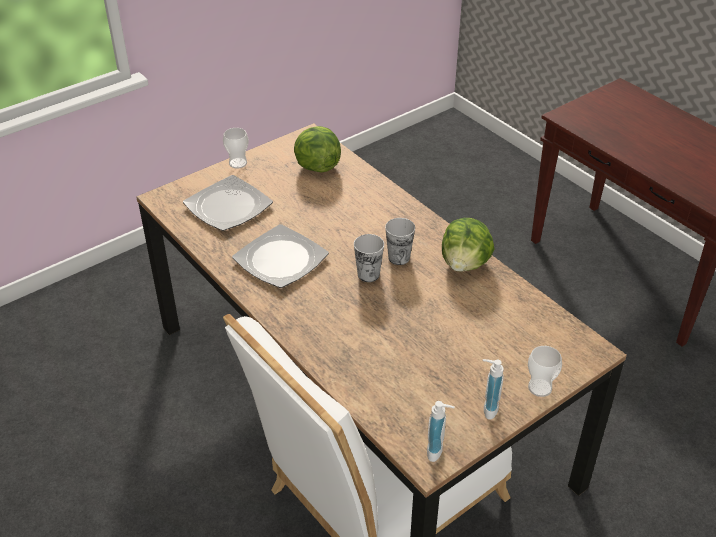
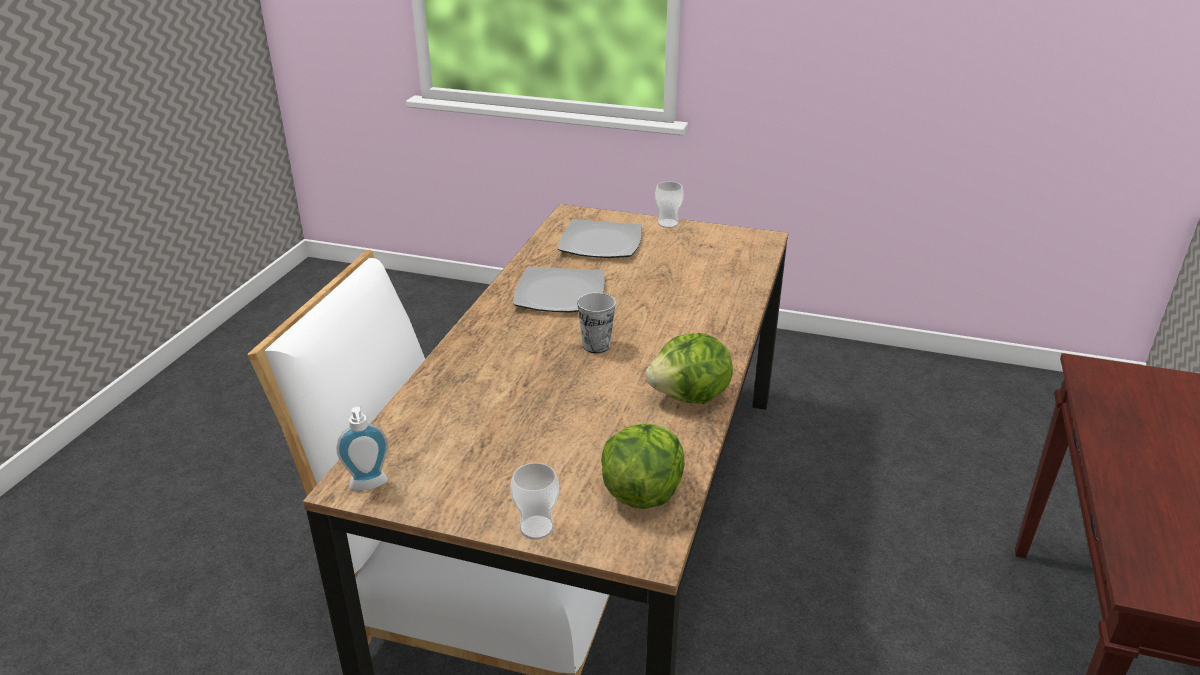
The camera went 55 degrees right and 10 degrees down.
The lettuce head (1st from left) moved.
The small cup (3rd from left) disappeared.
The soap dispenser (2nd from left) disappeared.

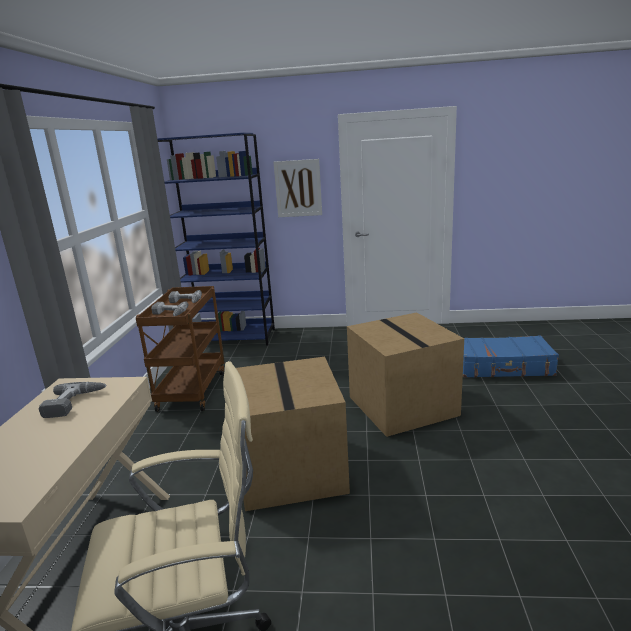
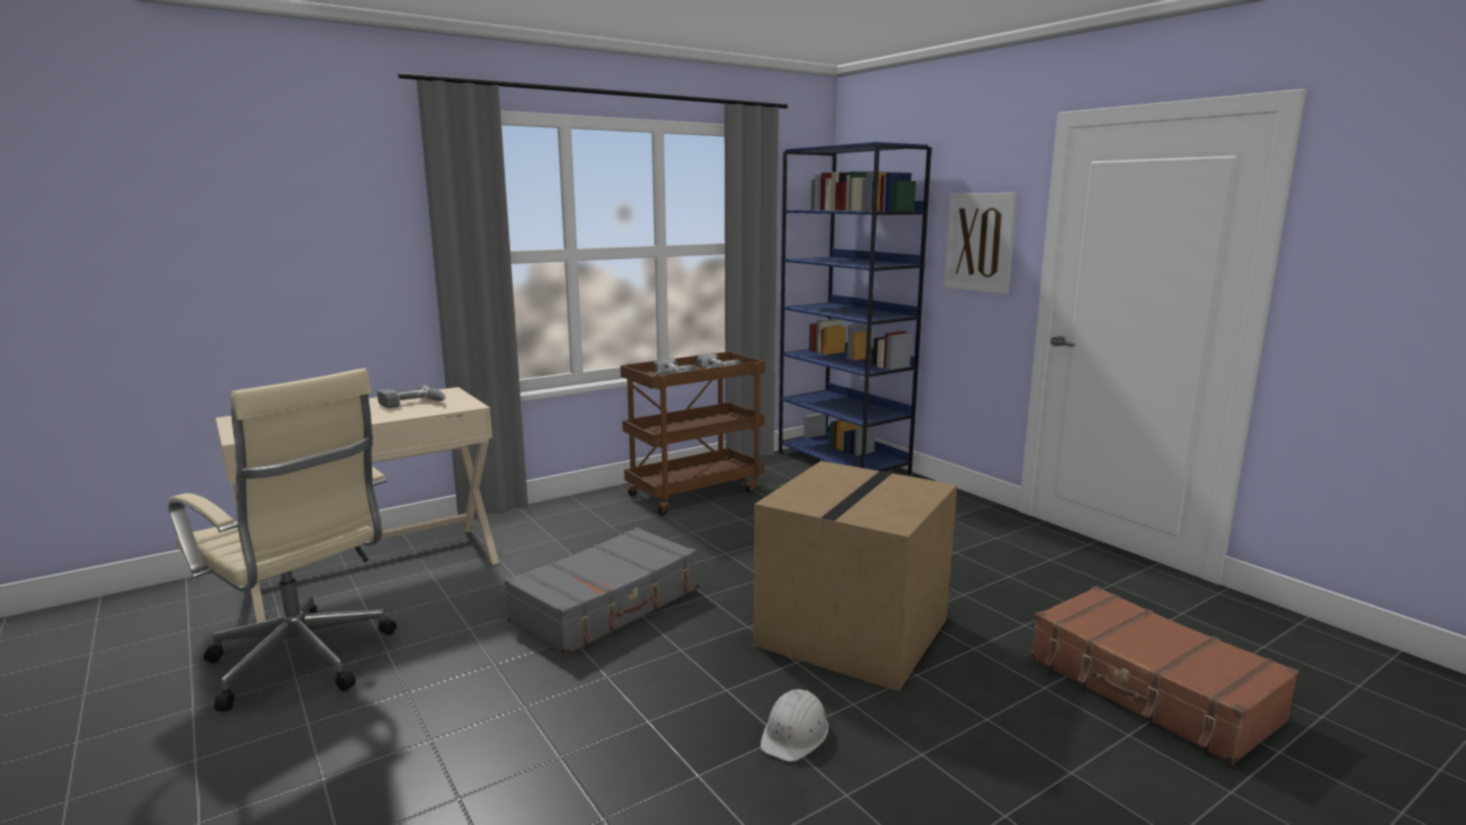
The camera went 50 degrees right and 5 degrees down.
The packing box (1st from left) was replaced by the suitcase in greyish.
The suitcase in blue became the suitcase in brown-coloured.
The safety helmet in white appeared.

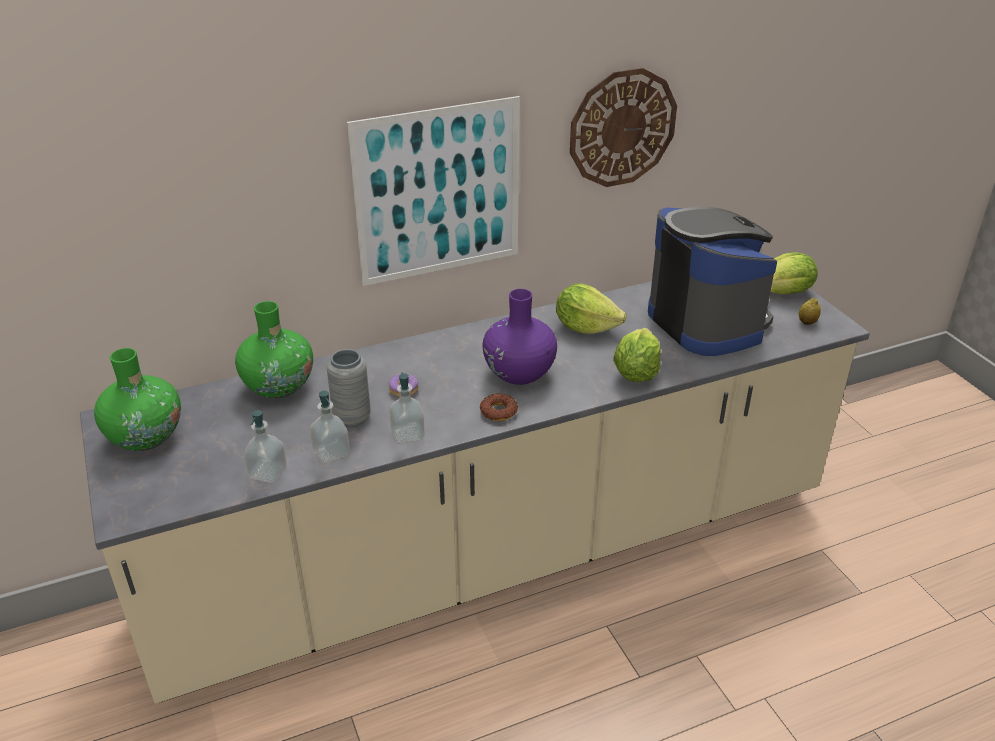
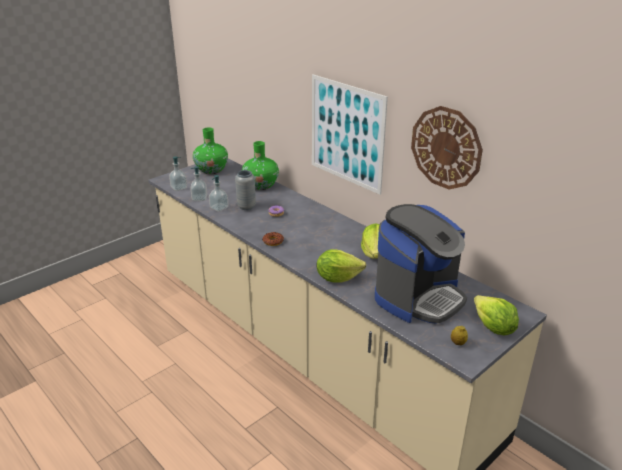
The camera went 70 degrees right and 5 degrees down.
The soap dispenser (3rd from left in the first image) moved.
The vase in purplish disappeared.

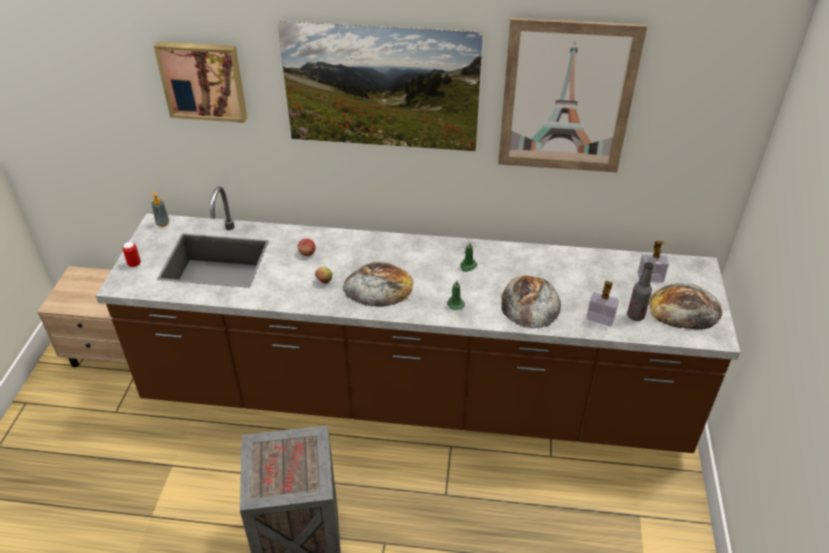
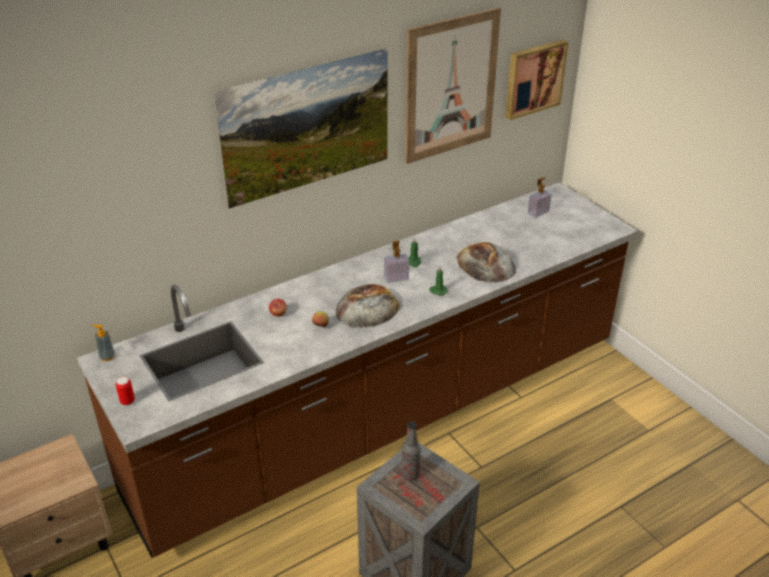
The camera went 40 degrees left and 5 degrees down.
The wall picture (1st from left in the first image) moved.
The soap dispenser (2nd from left) moved.
The bottle moved.
The bread (3rd from left) disappeared.

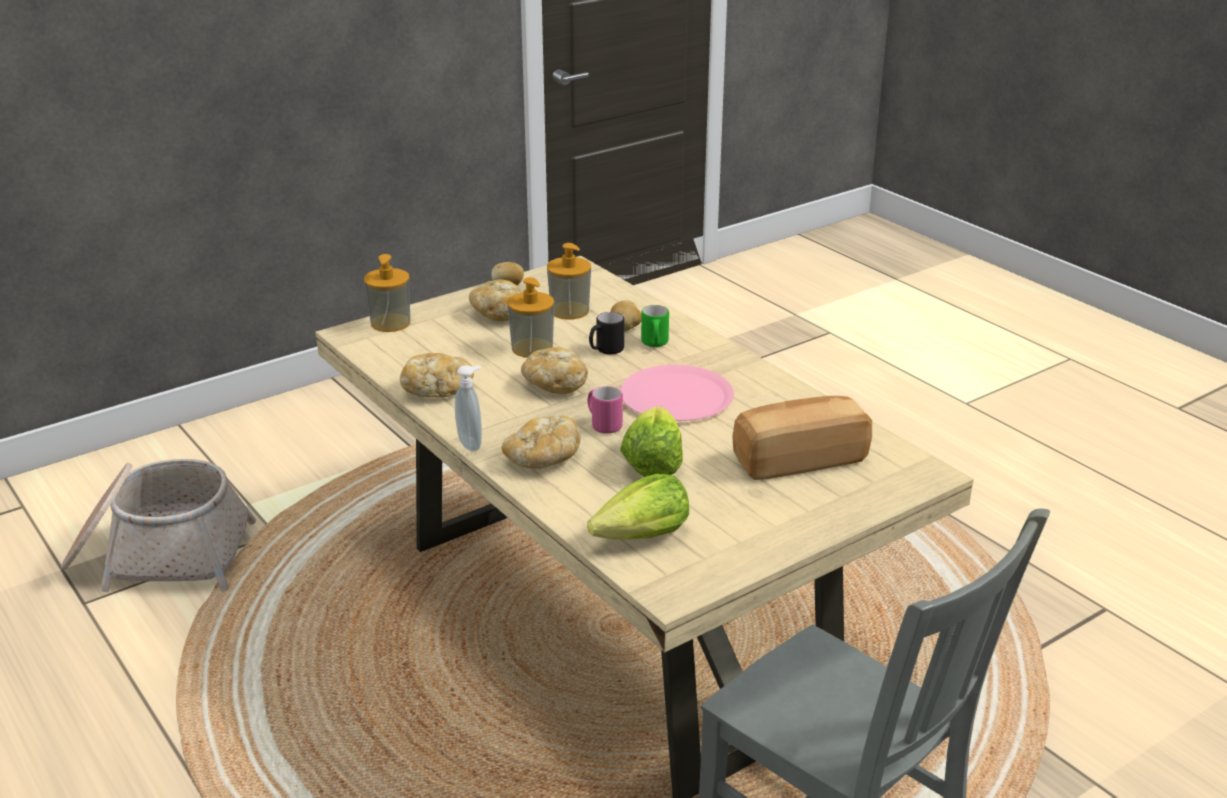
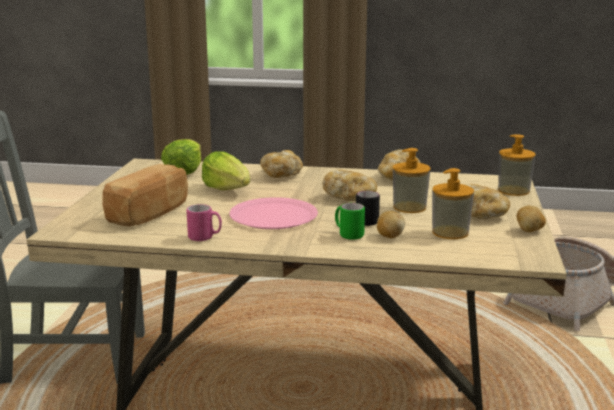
The camera went 135 degrees right and 10 degrees down.
The soap dispenser (2nd from left) disappeared.
The coffee mug in pink-coloured moved.

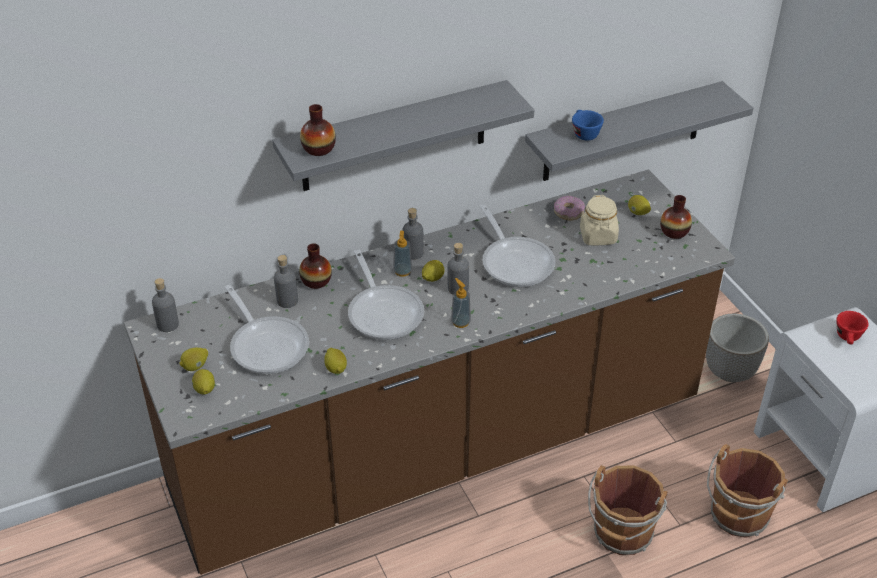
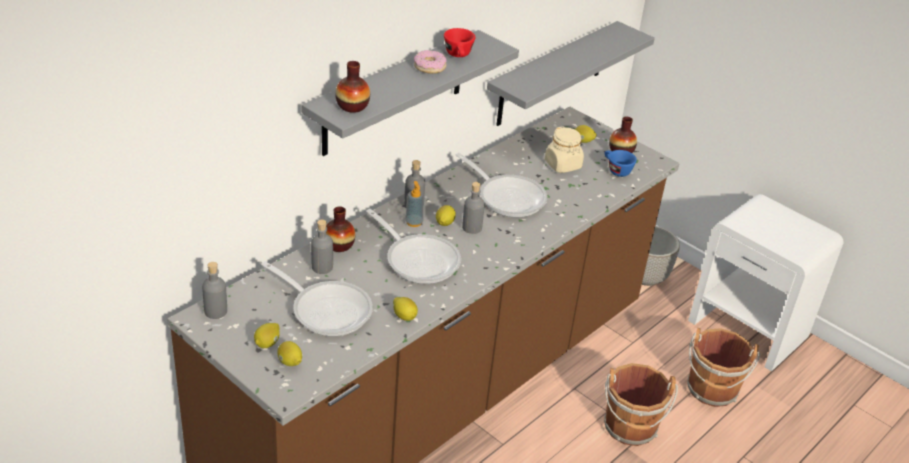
The camera went 25 degrees left and 5 degrees down.
The soap dispenser (2nd from left) disappeared.
The ring doughnut moved.
The small cup in blue moved.
The small cup in red-coloured moved.

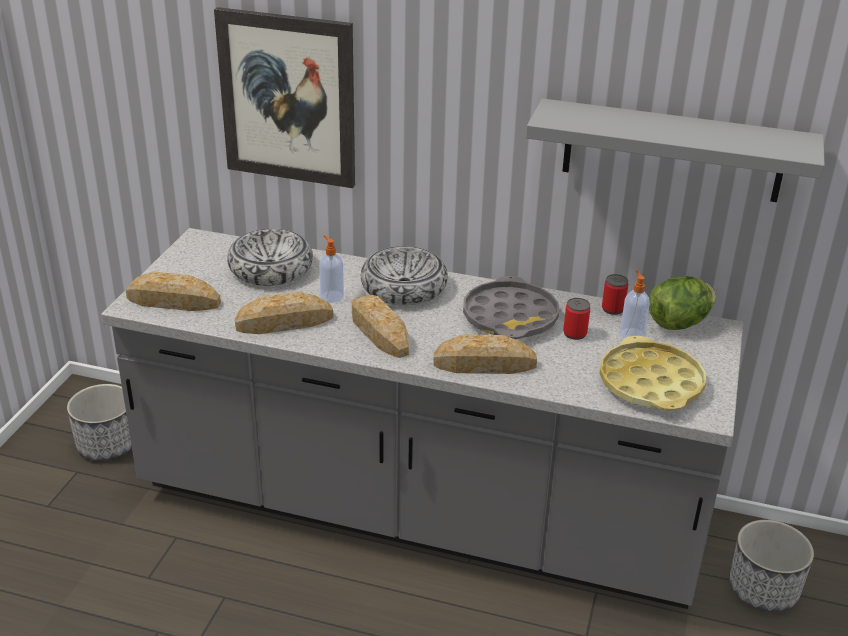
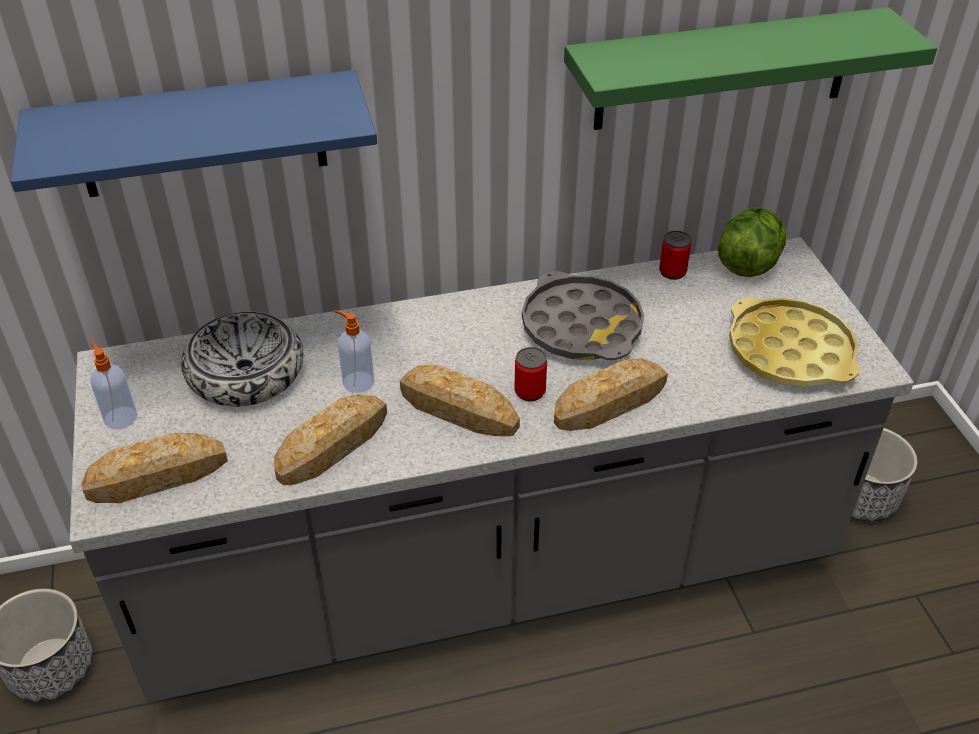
The camera went 30 degrees left and 10 degrees up.
The wall picture was replaced by the wall shelf in blue.
The serving bowl (2nd from left) disappeared.
The wall shelf in greyish became the wall shelf in green-coloured.
The can (1st from left) moved.
The soap dispenser (2nd from left in the first image) moved.

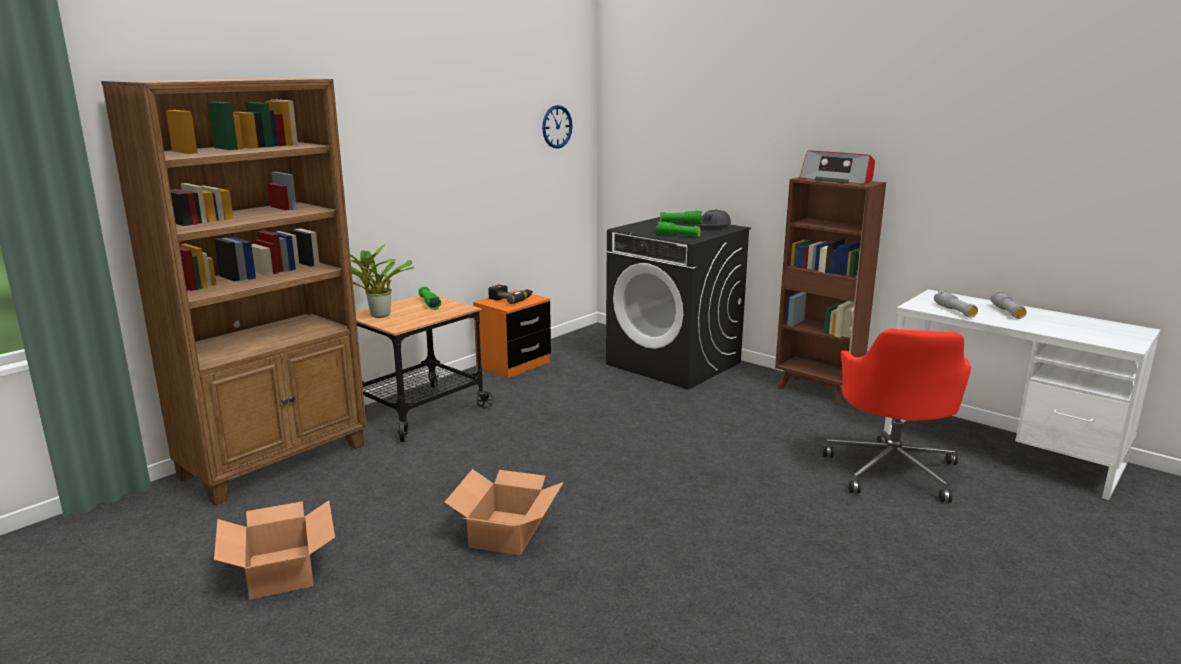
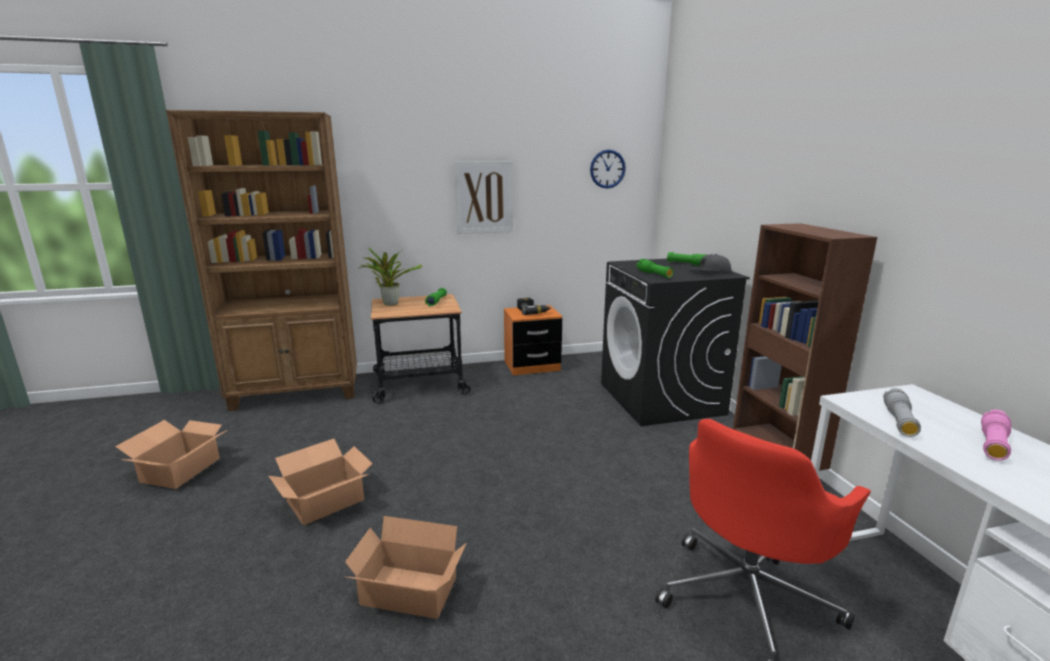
The camera went 35 degrees right and 0 degrees up.
The radio receiver disappeared.
The flashlight in greyish (2nd from left) became the flashlight in pink-coloured.
The packing box (3rd from left) appeared.
The wall picture appeared.

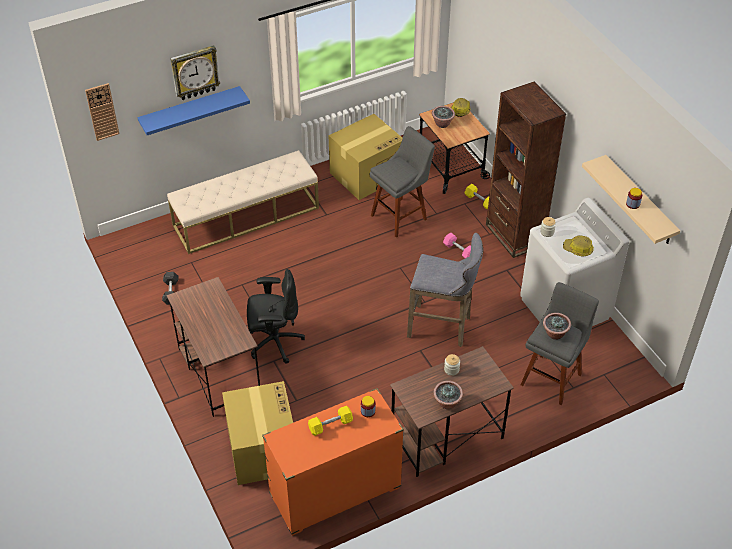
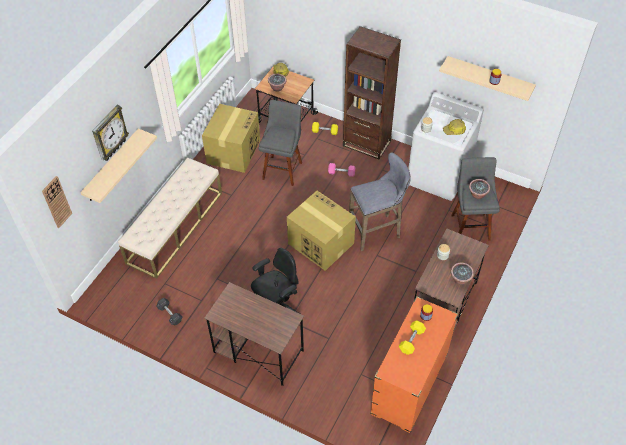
The camera went 35 degrees left and 5 degrees up.
The wall shelf in blue became the wall shelf in beige (1st from left).
The packing box (1st from left in the first image) moved.

